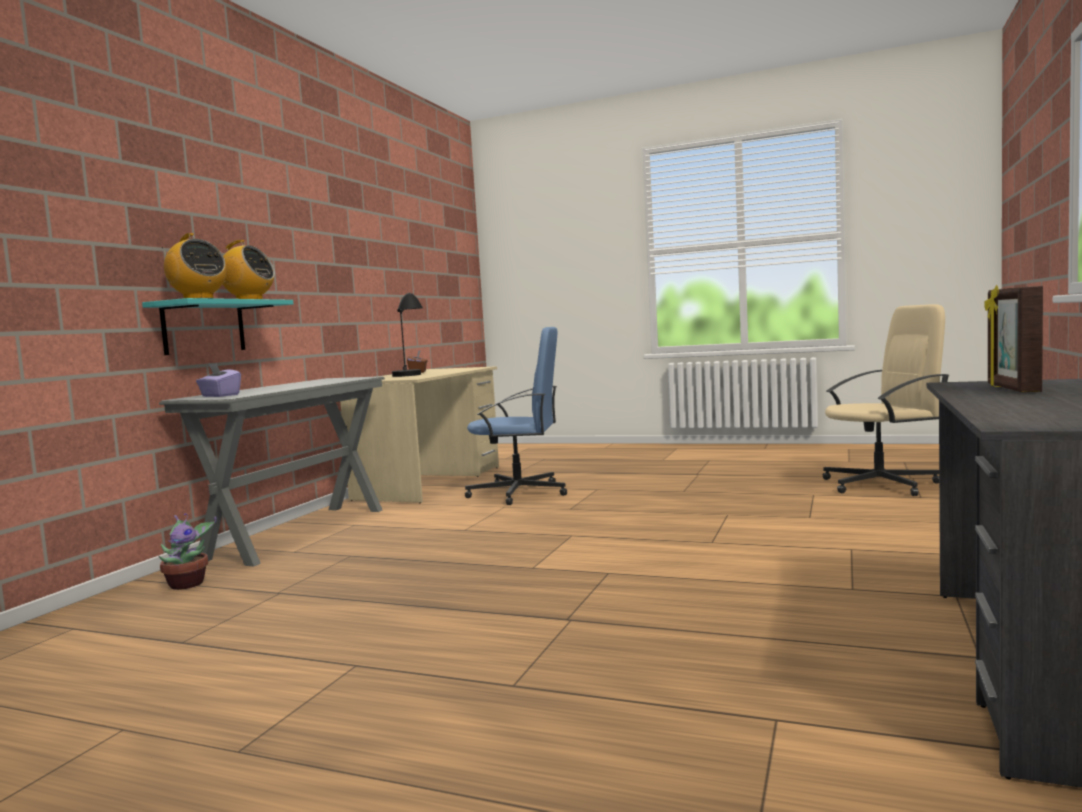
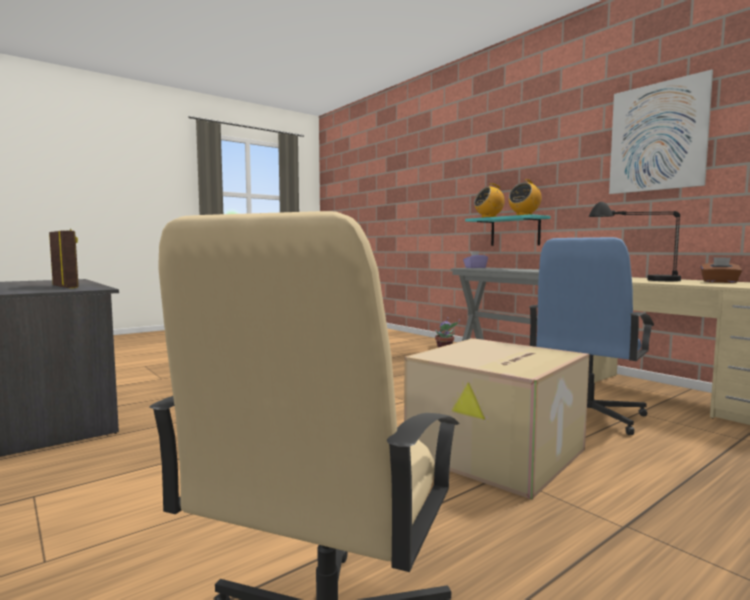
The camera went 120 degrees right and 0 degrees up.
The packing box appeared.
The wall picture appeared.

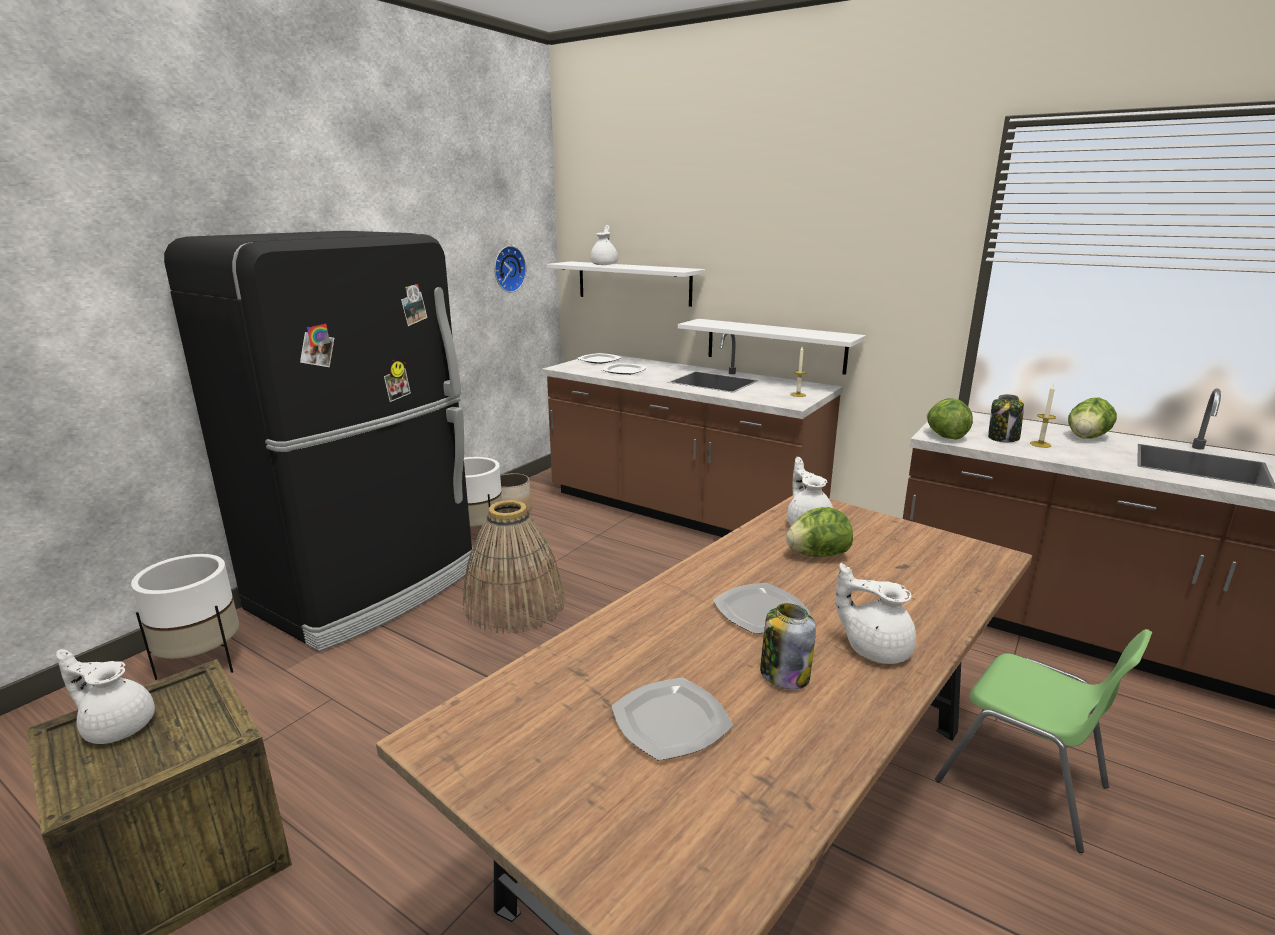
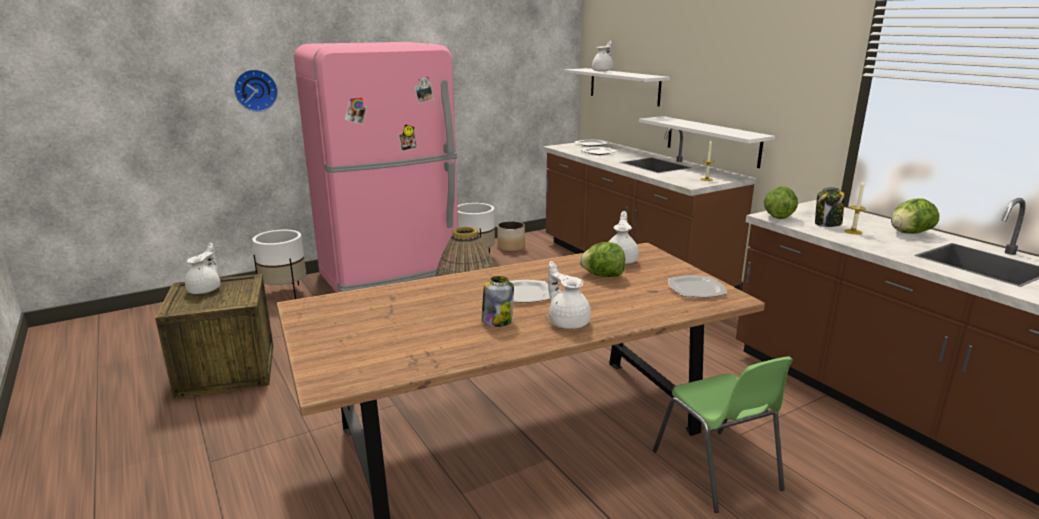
The camera went 25 degrees right and 0 degrees up.
The tea pot in white (1st from left) turned 60 degrees clockwise.
The kitchen fridge in blackish became the kitchen fridge in pink-coloured.
The hanging clock moved.
The flat dish (3rd from left in the first image) moved.

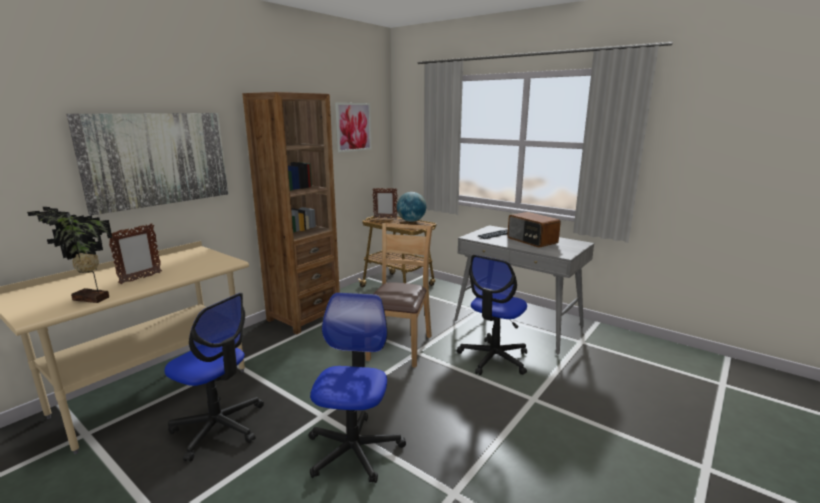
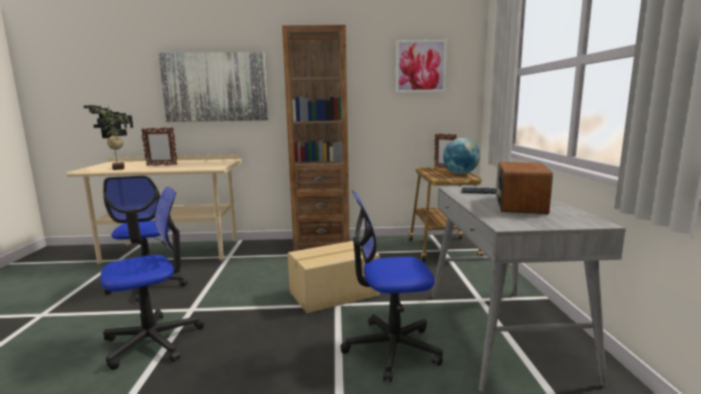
The camera went 50 degrees right and 5 degrees down.
The chair in brown-coloured was replaced by the packing box.

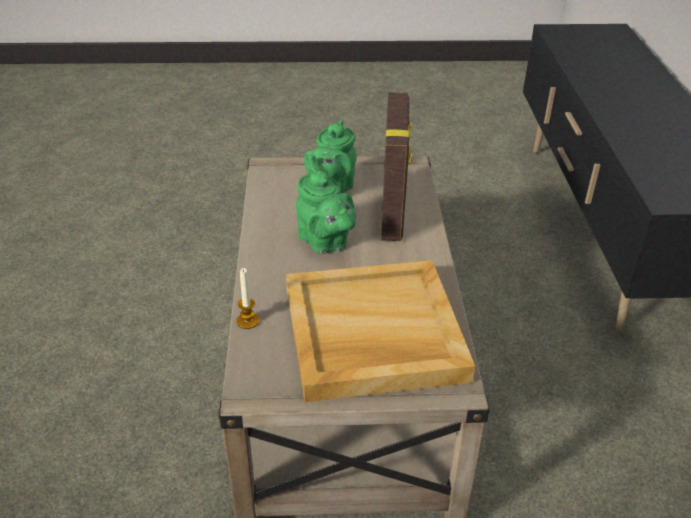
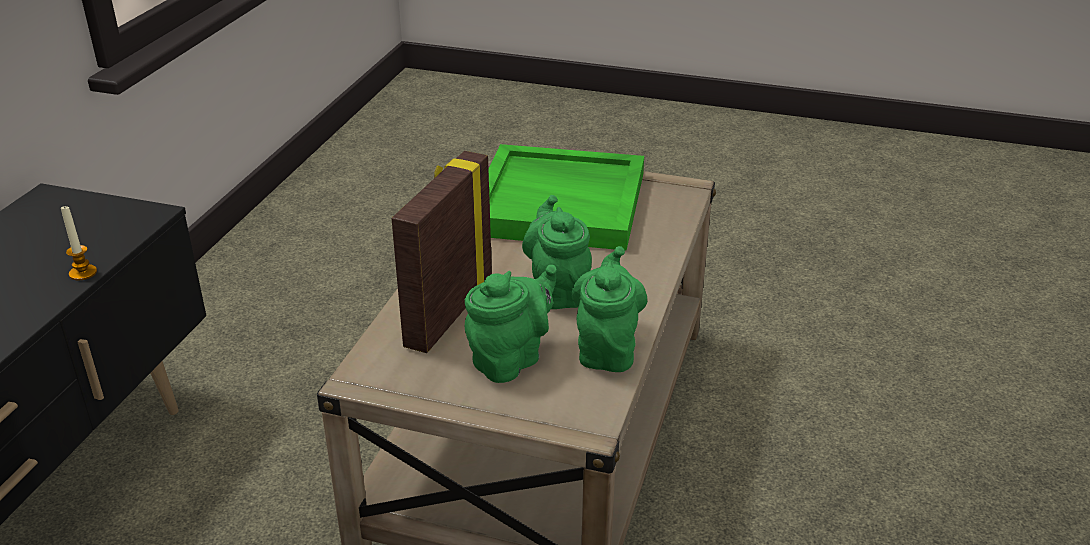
The camera went 160 degrees left and 5 degrees down.
The wax light moved.
The serving tray in beige became the serving tray in green-coloured.
The tea pot in green-coloured (3rd from left) appeared.

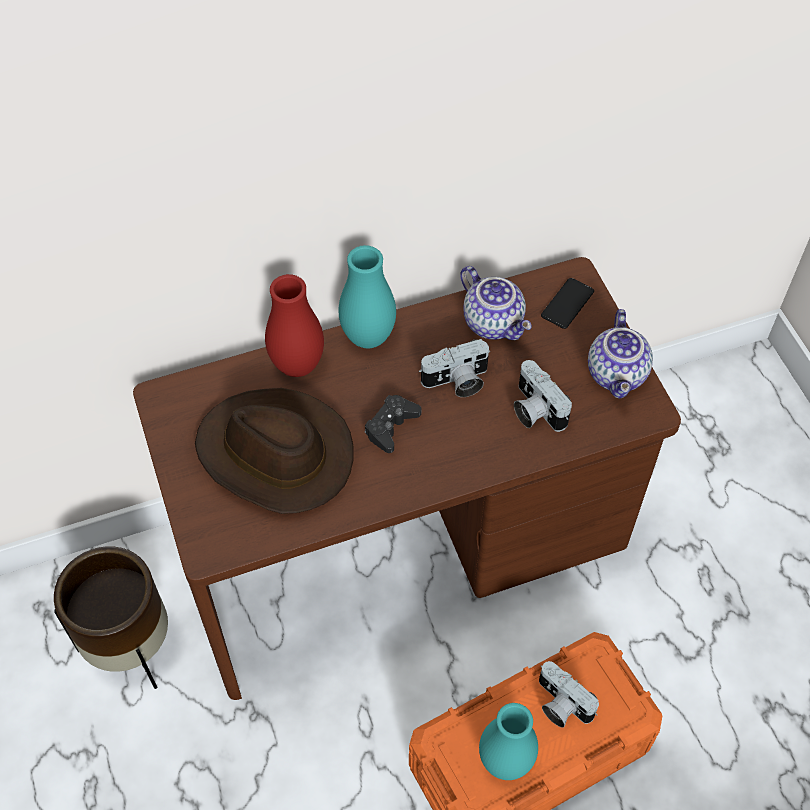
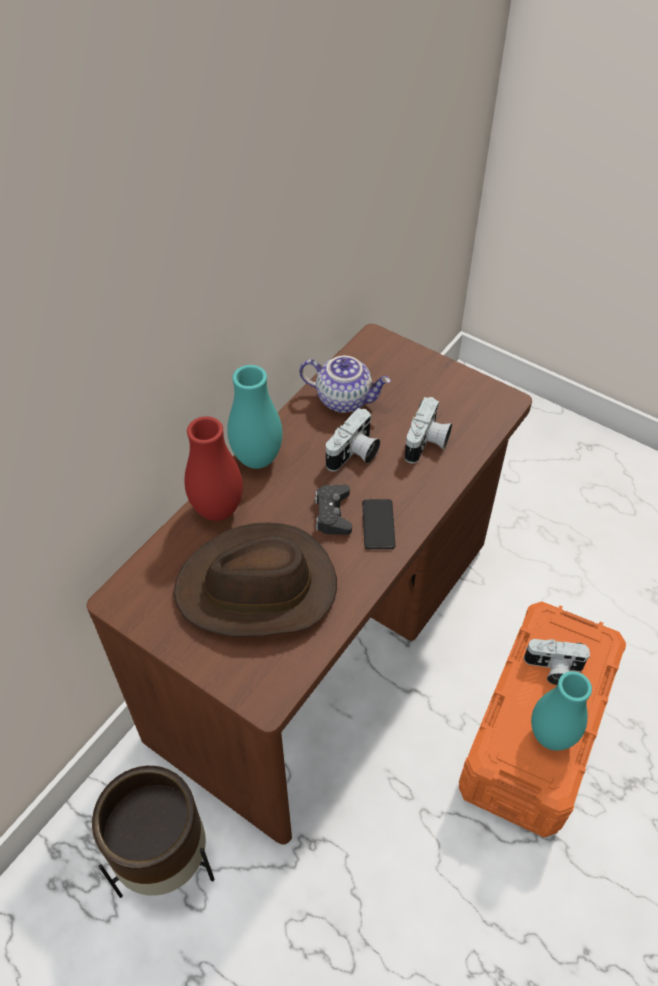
The camera went 35 degrees left and 5 degrees down.
The still camera (2nd from left) turned 90 degrees counterclockwise.
The telephone moved.
The tea pot (2nd from left) disappeared.

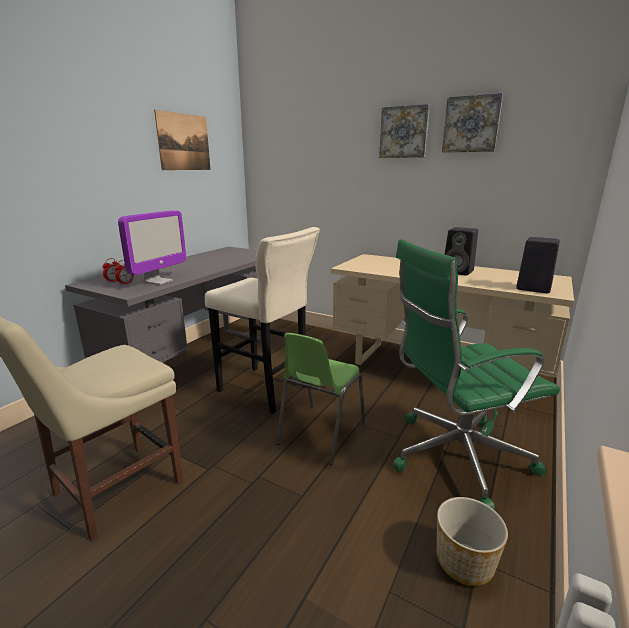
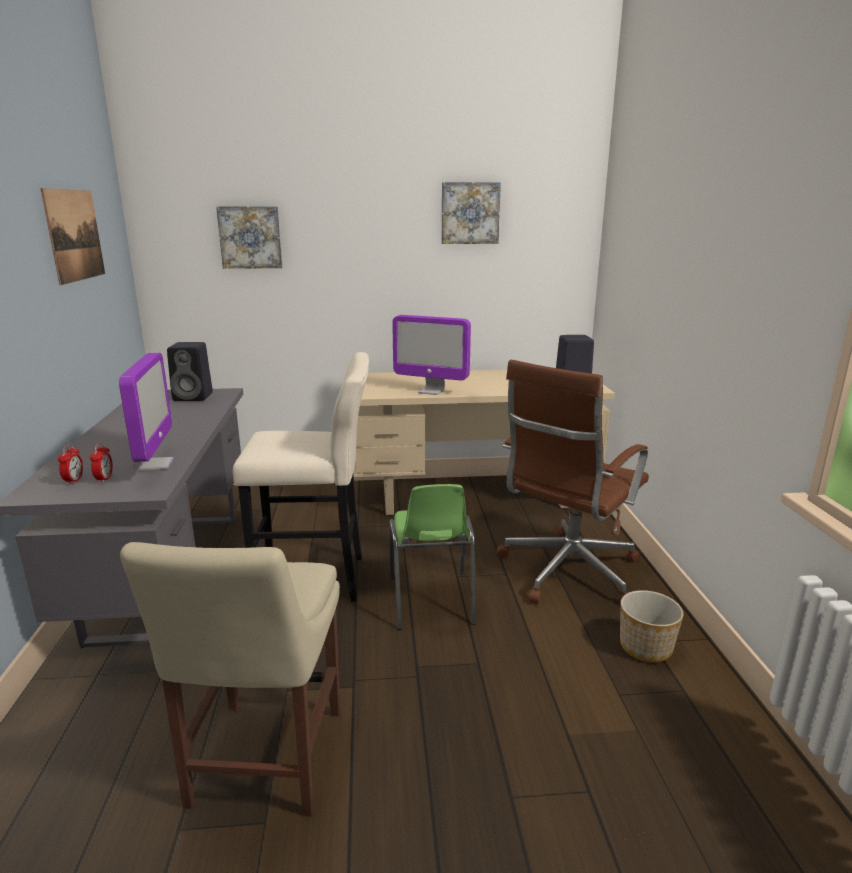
The camera went 35 degrees left and 0 degrees up.
The wall picture (2nd from left) moved.
The office chair in green-coloured became the office chair in brown-coloured.
The speaker in blackish (1st from left) moved.
The computer display (2nd from left) appeared.

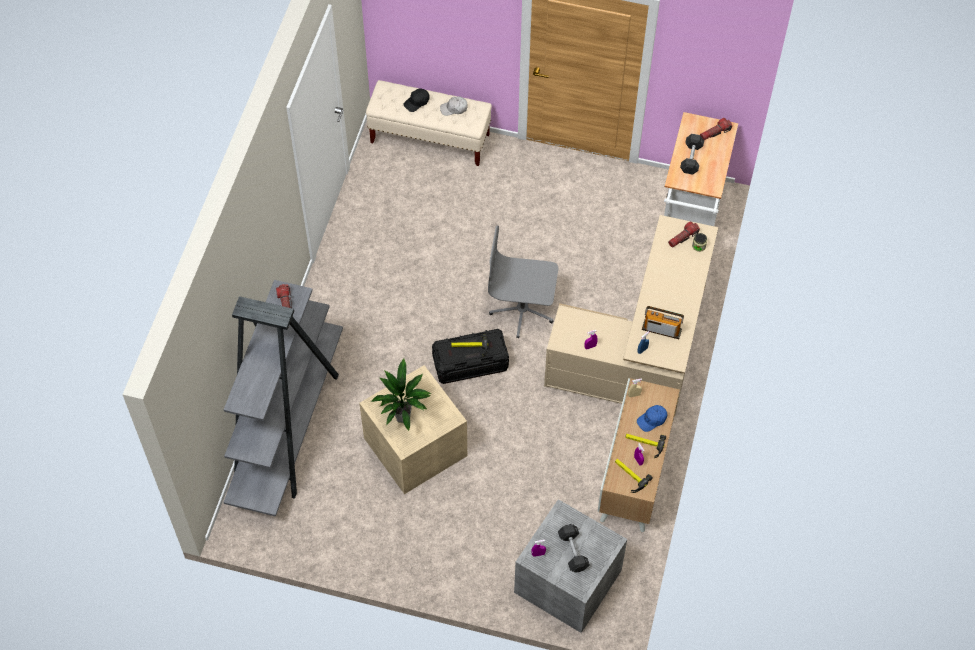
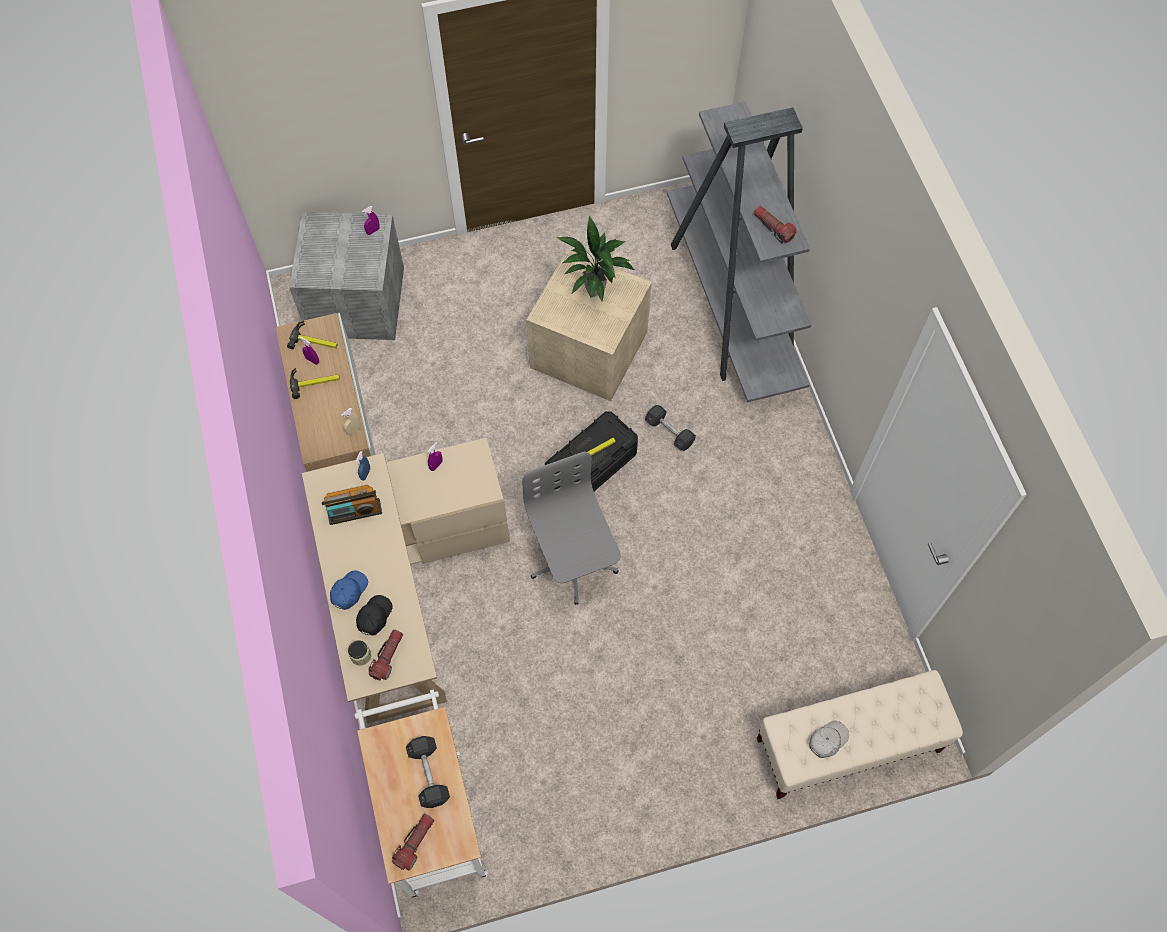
The camera went 150 degrees right and 5 degrees up.
The cap in blackish moved.
The office chair in greyish turned 90 degrees counterclockwise.
The dumbbell in greyish (1st from left in the first image) moved.
The cap in blue moved.

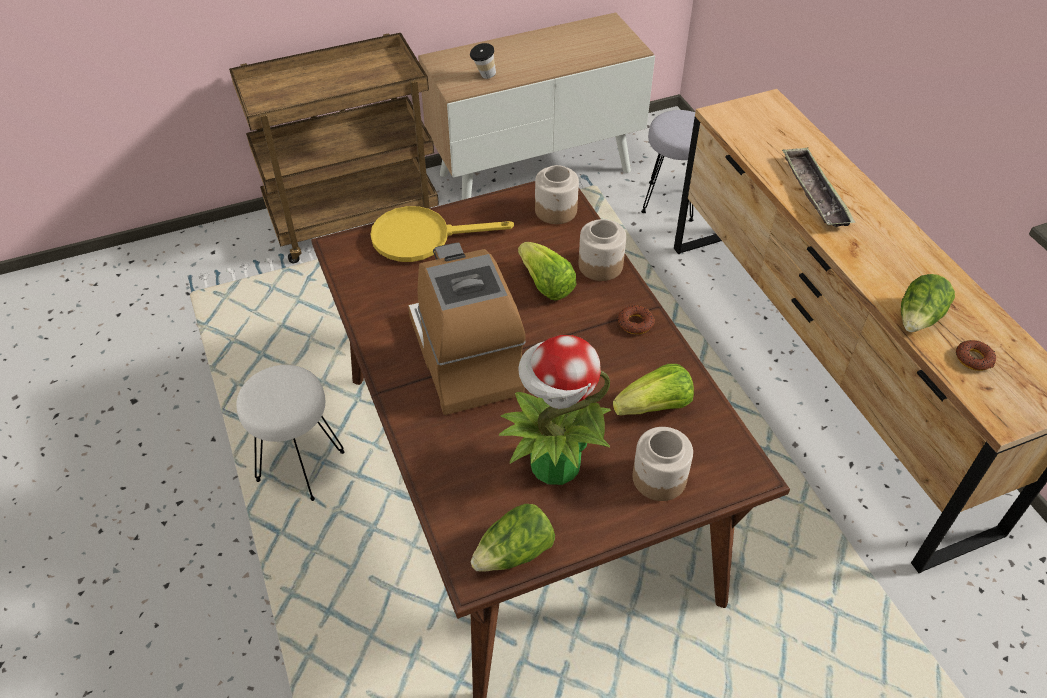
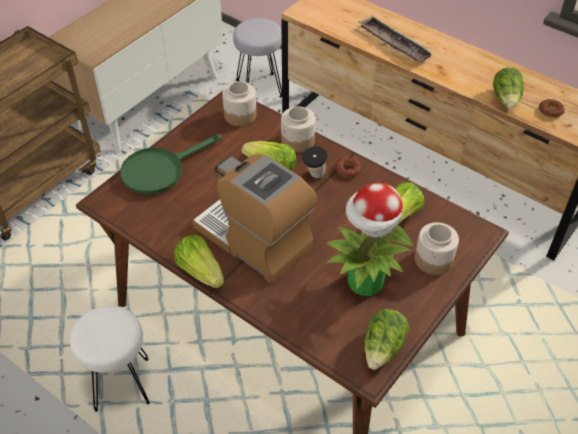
The camera went 30 degrees left and 0 degrees up.
The frying pan in yellowish became the frying pan in green-coloured.
The small cup moved.
The lettuce head (1st from left) appeared.

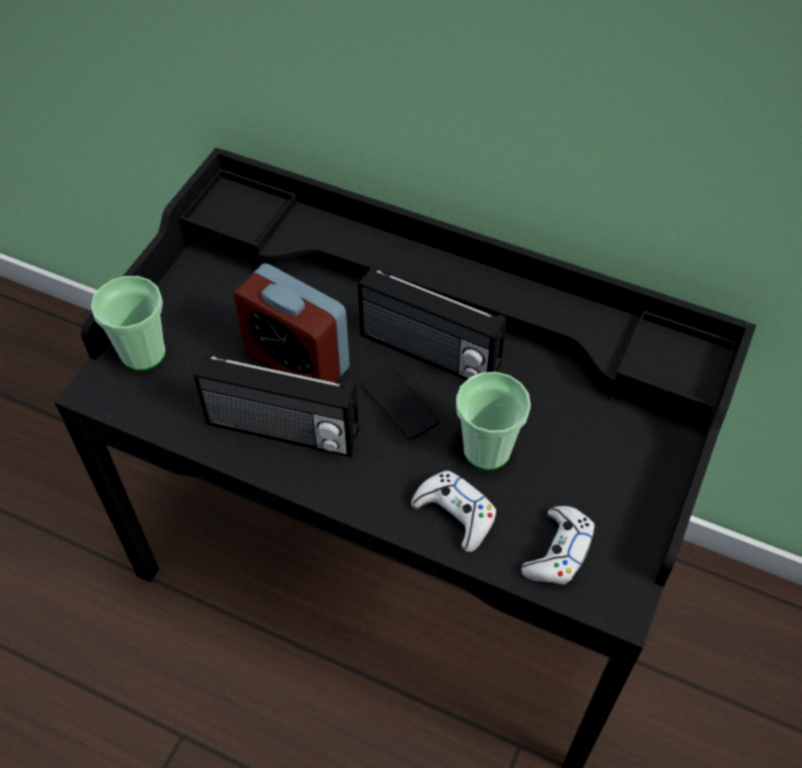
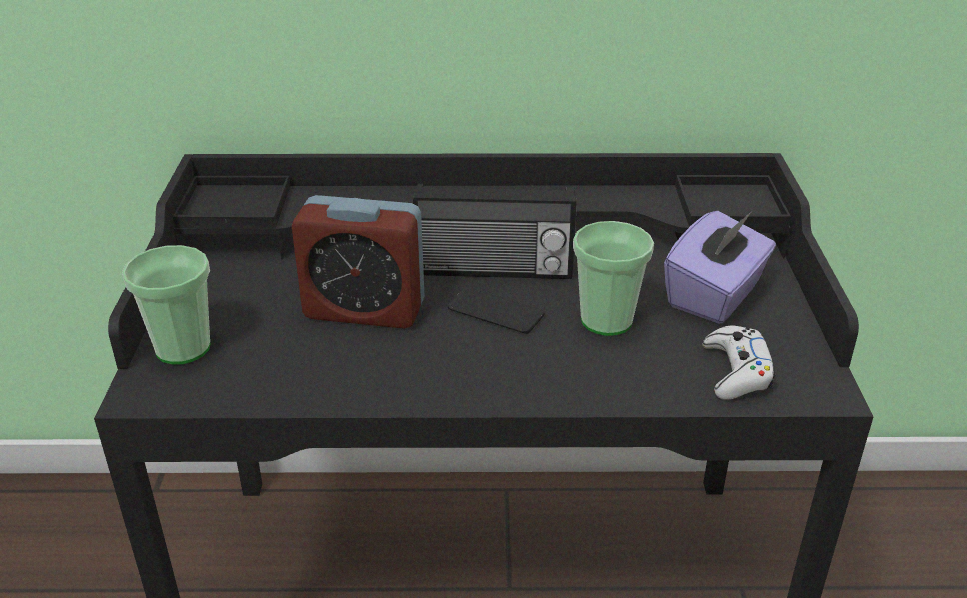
The camera went 25 degrees left and 20 degrees down.
The radio receiver (1st from left) disappeared.
The gamepad in white (1st from left) disappeared.
The tissue box in purplish appeared.

